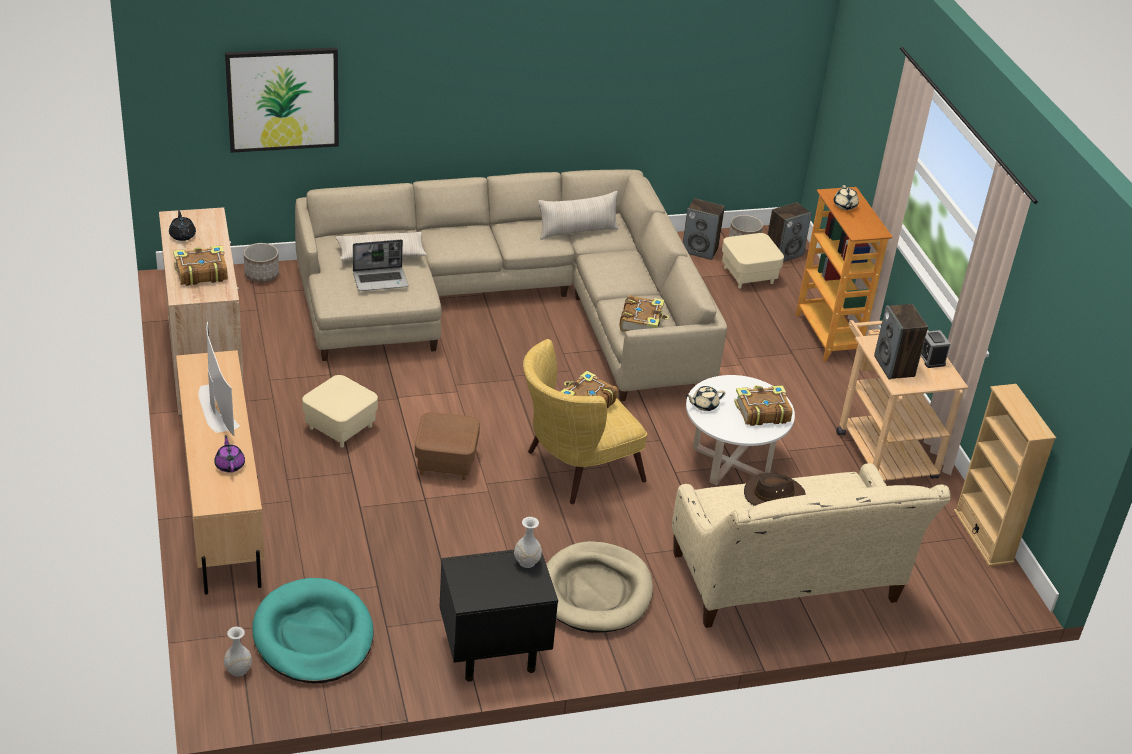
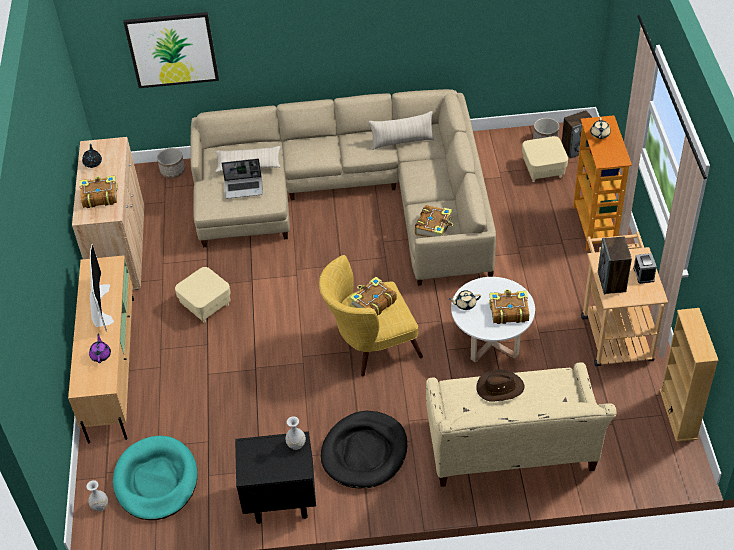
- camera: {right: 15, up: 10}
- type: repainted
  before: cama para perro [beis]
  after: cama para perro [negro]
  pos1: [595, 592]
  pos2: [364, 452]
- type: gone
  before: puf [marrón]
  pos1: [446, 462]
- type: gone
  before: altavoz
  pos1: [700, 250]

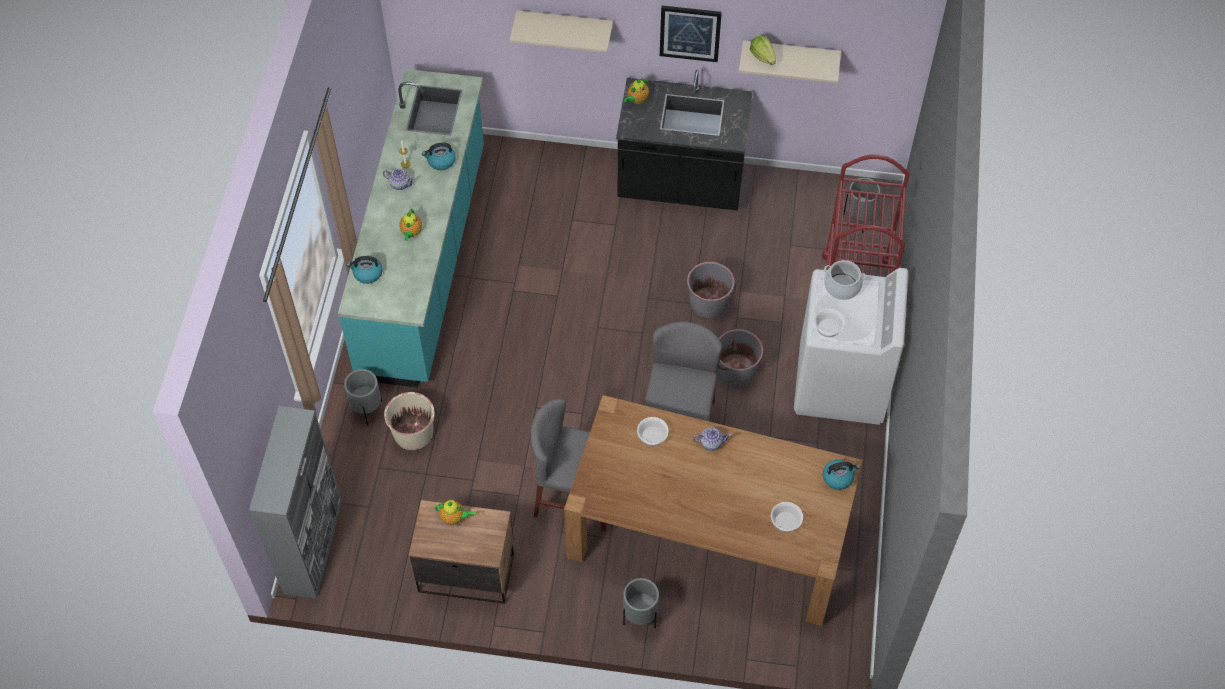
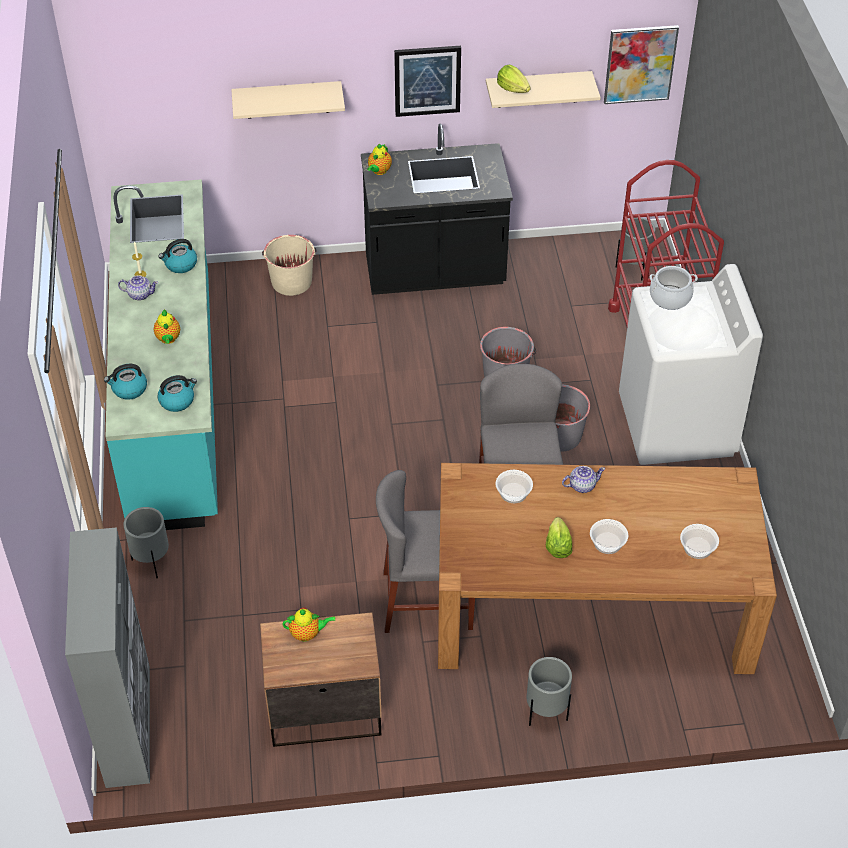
- camera: {right: -15, up: -10}
- type: shifted
  before: hervidor
  pos1: [838, 477]
  pos2: [177, 401]
- type: shifted
  before: cubo [beis]
  pos1: [413, 432]
  pos2: [291, 282]
- type: new
  after: lechuga
  pos2: [557, 546]
- type: shifted
  before: cuenco
  pos1: [827, 328]
  pos2: [607, 543]
- type: new
  after: cuadro
  pos2: [640, 64]

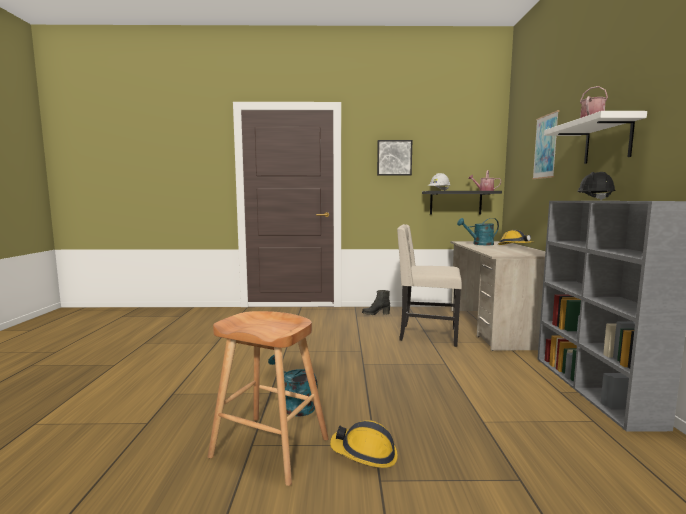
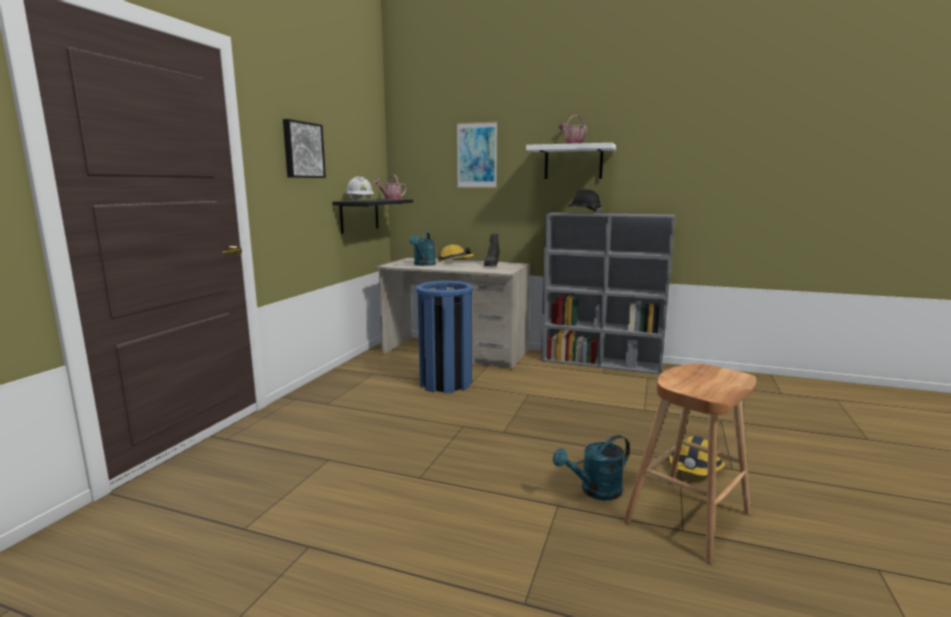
- camera: {right: -70, up: 5}
- type: swapped
  before: silla [beis]
  after: papelera [azul]
  pos1: [427, 335]
  pos2: [445, 383]
- type: shifted
  before: bota [negro]
  pos1: [375, 314]
  pos2: [491, 265]

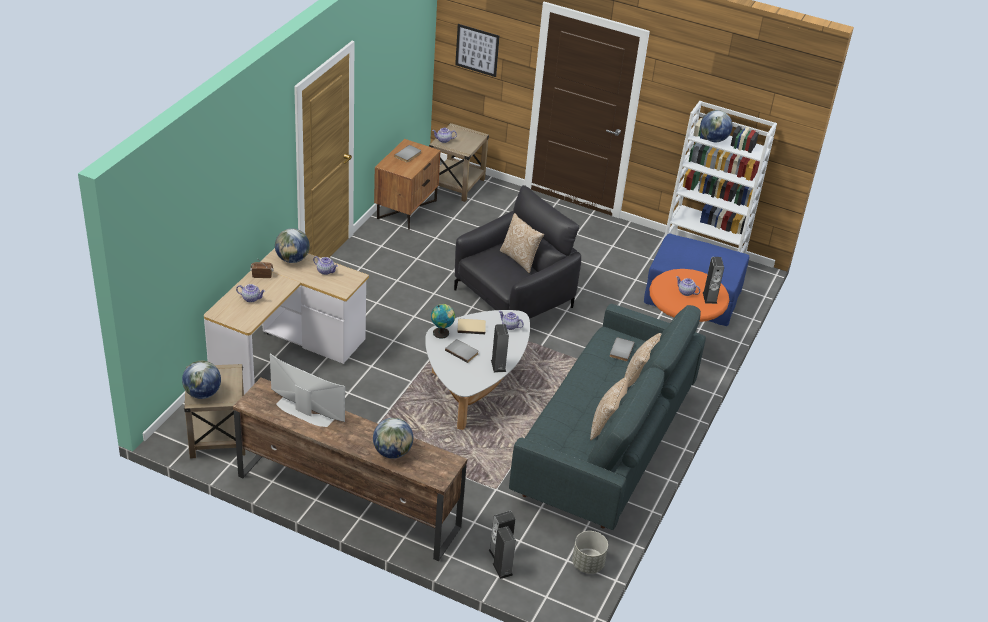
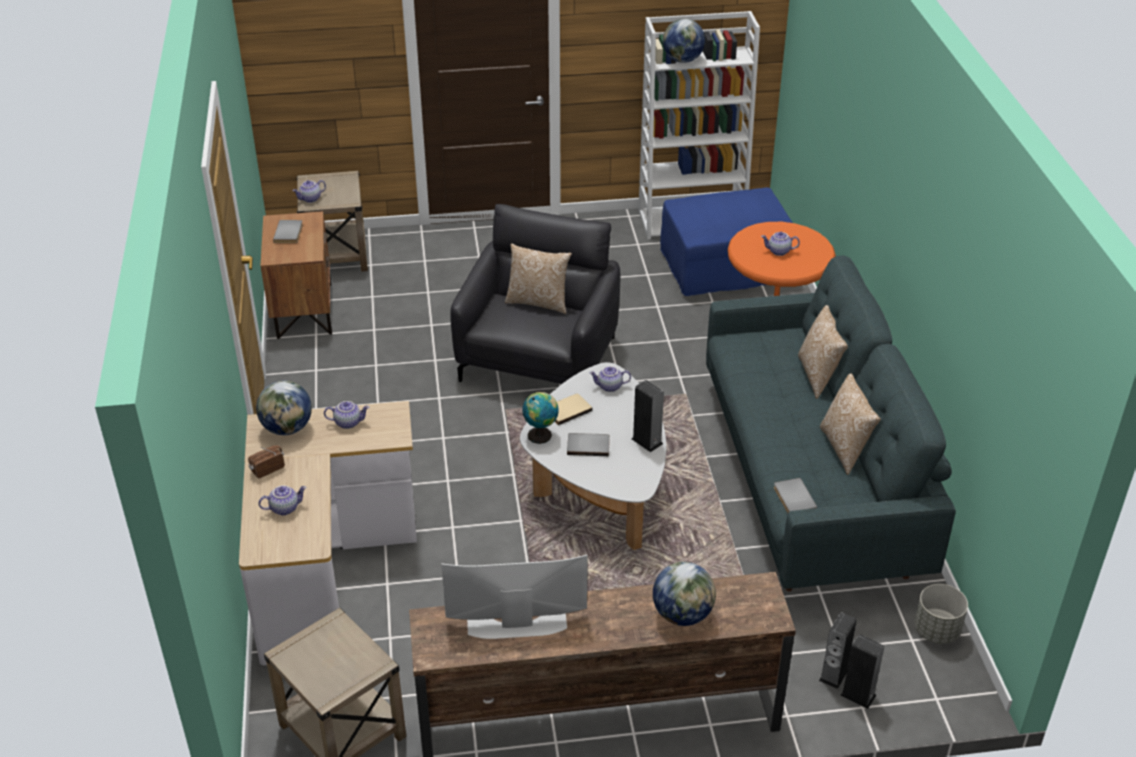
- camera: {right: -30, up: 0}
- type: shifted
  before: libro [gris]
  pos1: [620, 350]
  pos2: [793, 499]
- type: gone
  before: globo terráqueo
  pos1: [202, 393]
- type: gone
  before: cuadro
  pos1: [477, 50]
- type: gone
  before: altavoz
  pos1: [709, 297]

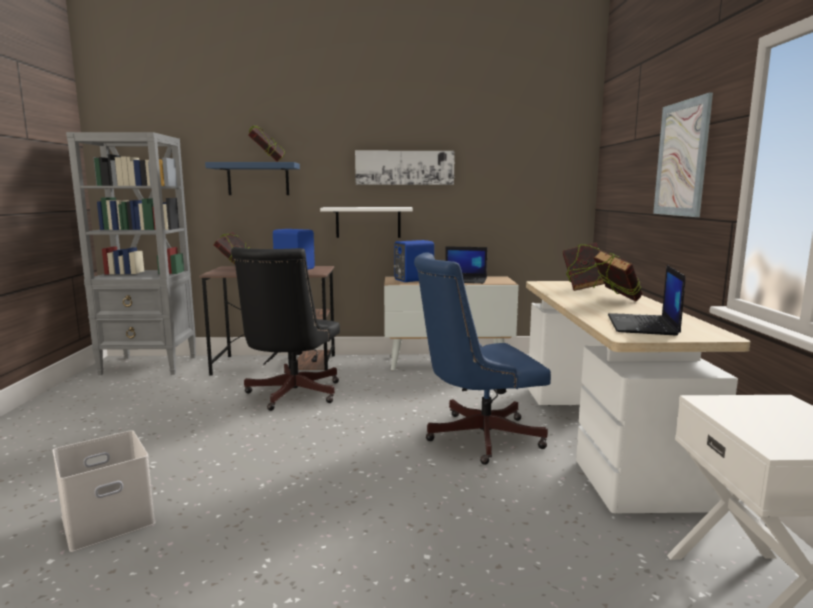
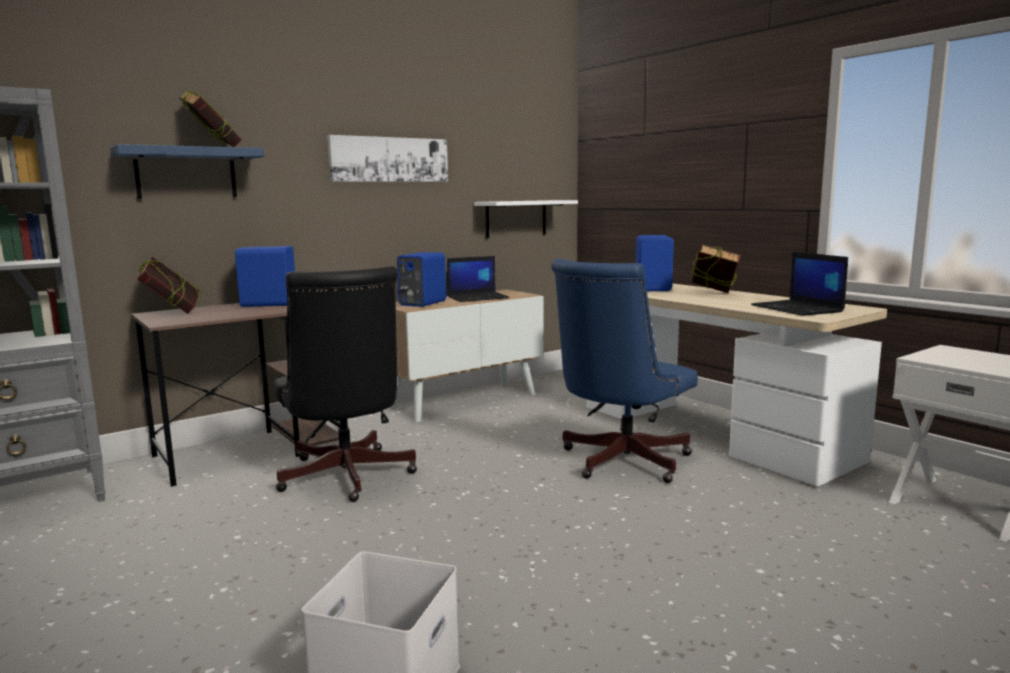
- camera: {right: -35, up: 0}
- type: shifted
  before: estante [blanco]
  pos1: [368, 222]
  pos2: [516, 218]
- type: swapped
  before: libro
  after: altavoz [azul]
  pos1: [583, 288]
  pos2: [654, 288]
- type: gone
  before: cuadro
  pos1: [681, 159]

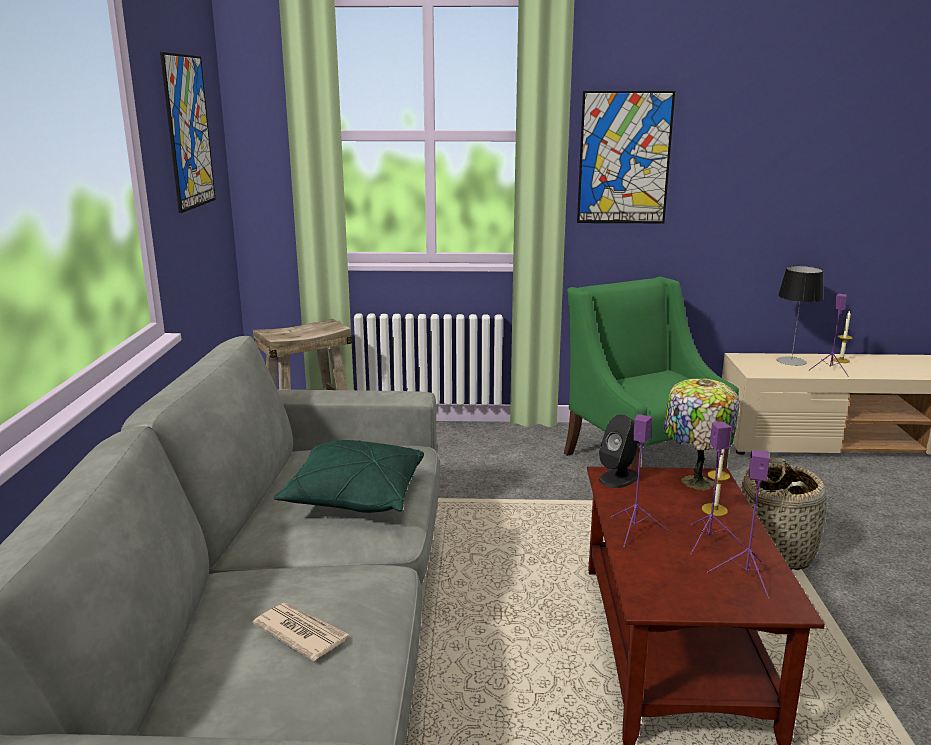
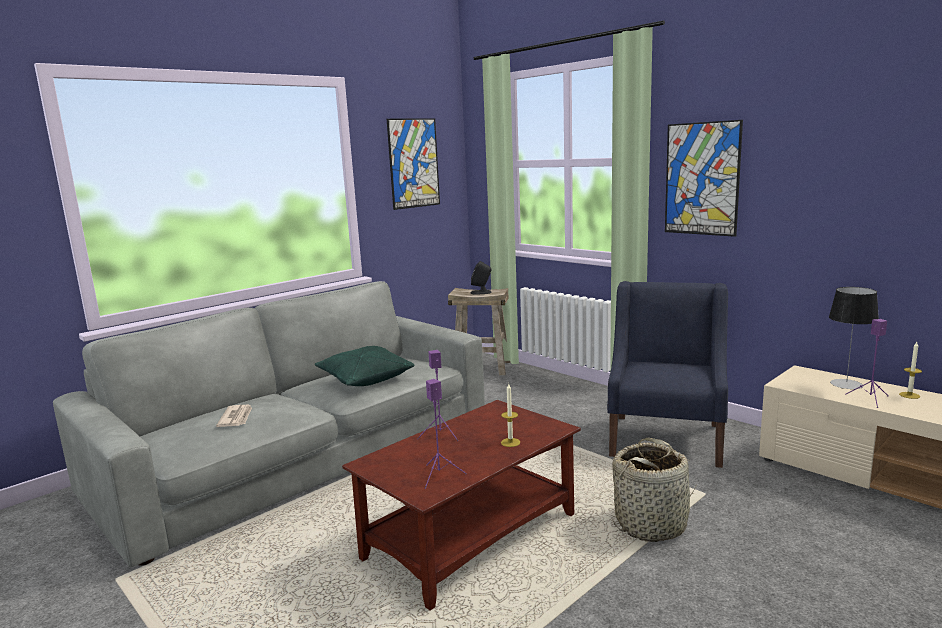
- camera: {right: 45, up: -5}
- type: shifted
  before: altavoz [negro]
  pos1: [619, 478]
  pos2: [481, 292]
- type: repainted
  before: sillón [verde]
  after: sillón [azul]
  pos1: [641, 462]
  pos2: [666, 439]
- type: gone
  before: lámpara de mesa
  pos1: [694, 482]
- type: gone
  before: altavoz [morado]
  pos1: [709, 541]

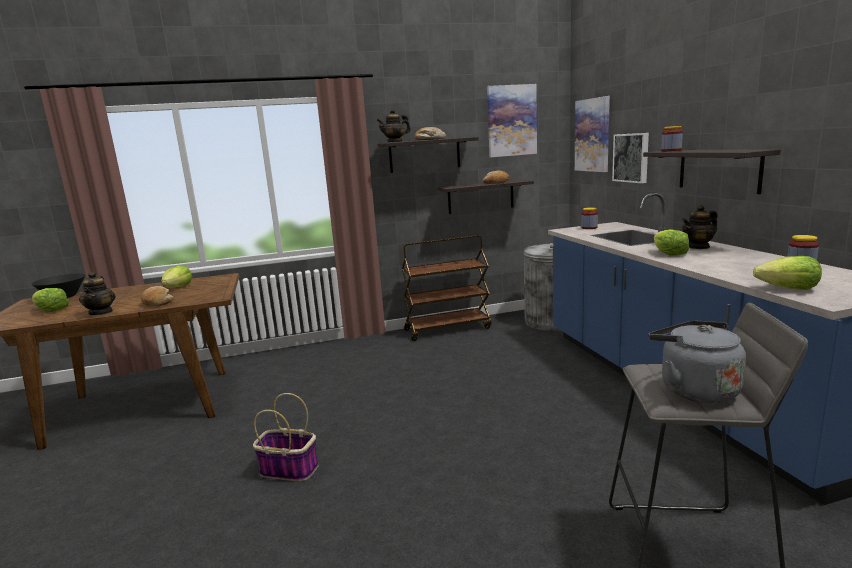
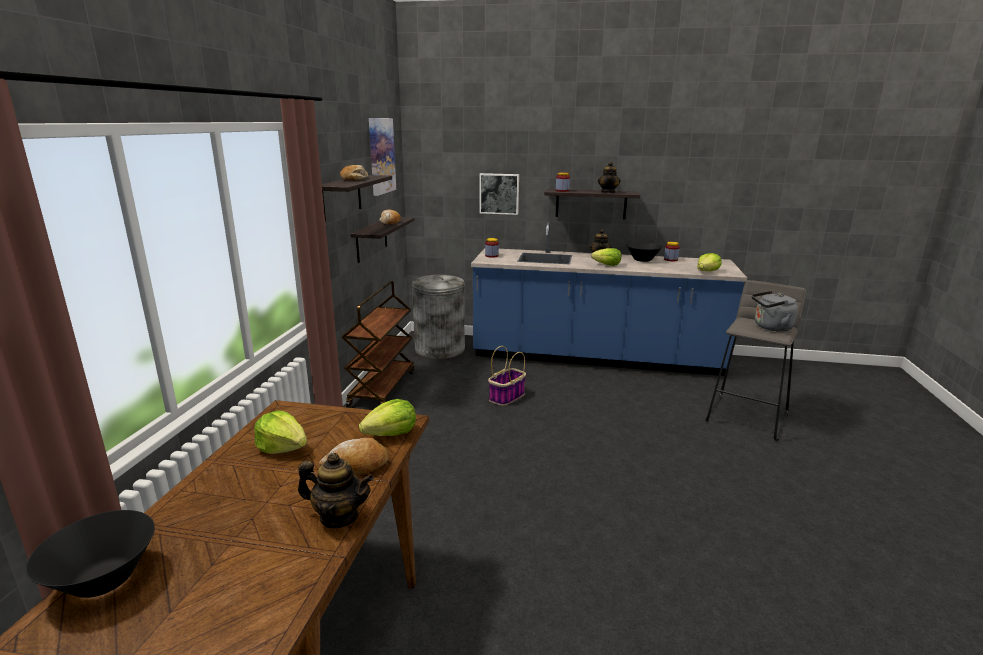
- camera: {right: -65, up: 5}
- type: shifted
  before: lechuga
  pos1: [51, 310]
  pos2: [391, 434]
- type: shifted
  before: cesta
  pos1: [287, 470]
  pos2: [506, 397]
- type: shifted
  before: tetera
  pos1: [395, 142]
  pos2: [608, 192]
- type: new
  after: cuenco [negro]
  pos2: [642, 260]
- type: gone
  before: cuadro
  pos1: [592, 135]

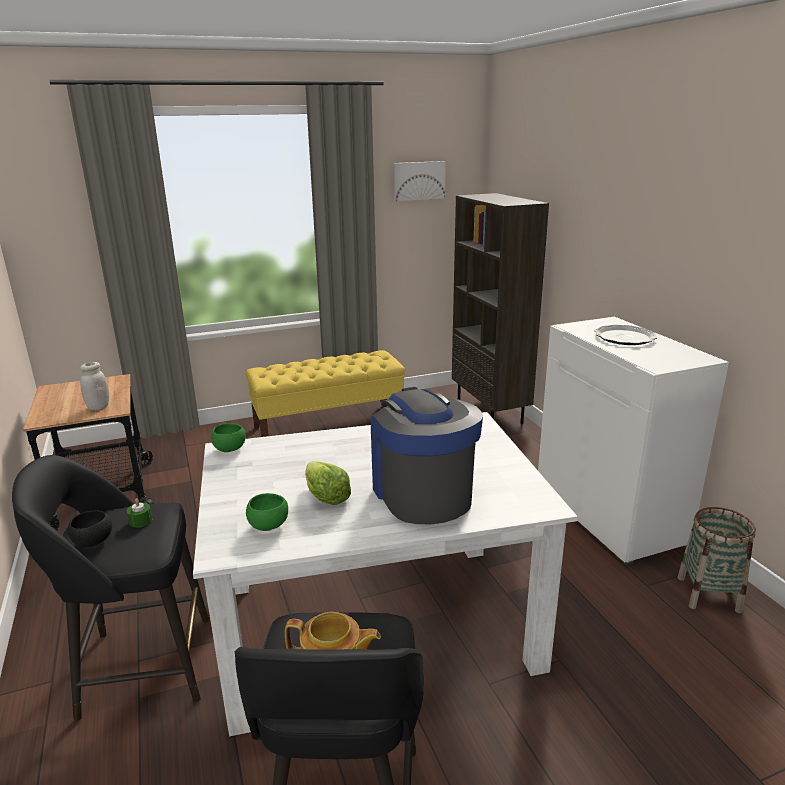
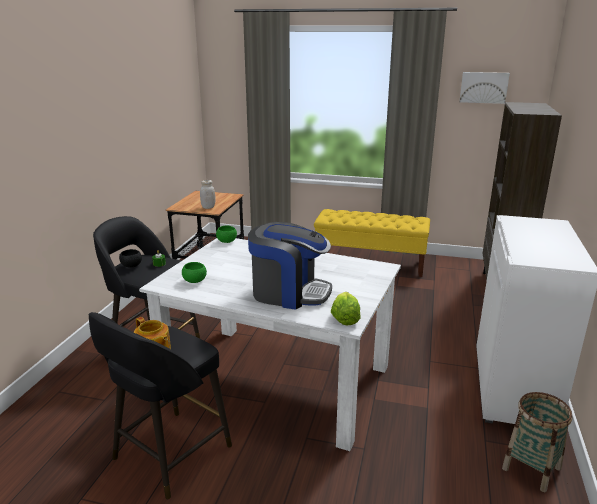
- camera: {right: 35, up: 0}
- type: rotated
  before: cafetera
  pos1: [422, 493]
  pos2: [289, 293]
  turn: 90
- type: shifted
  before: lechuga
  pos1: [326, 496]
  pos2: [344, 318]
- type: gone
  before: plato
  pos1: [624, 338]

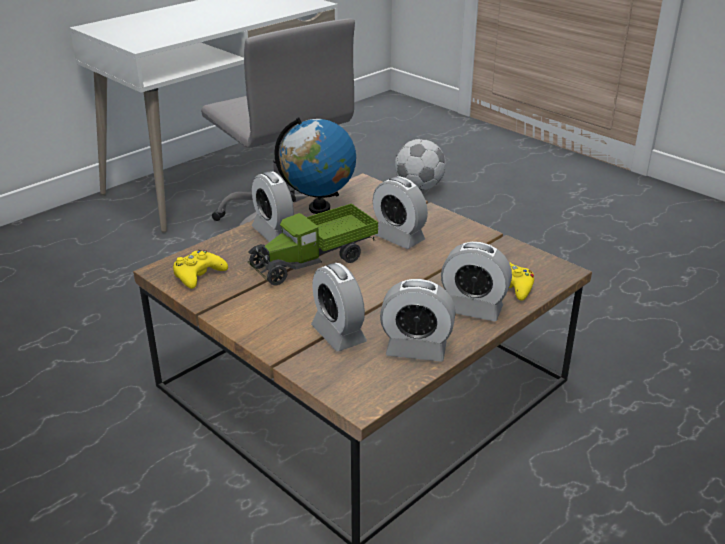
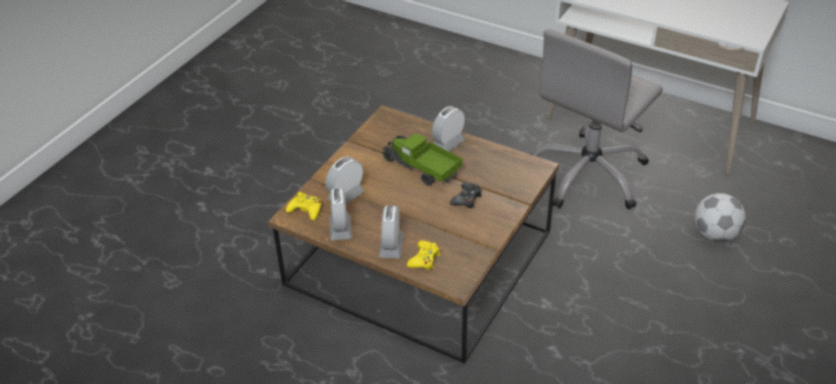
- camera: {right: 75, up: 10}
- type: shifted
  before: mando de consola [amarillo]
  pos1: [198, 275]
  pos2: [306, 210]
- type: swapped
  before: despertador
  after: mando de consola [negro]
  pos1: [398, 238]
  pos2: [467, 199]
- type: gone
  before: globo terráqueo
  pos1: [319, 208]

